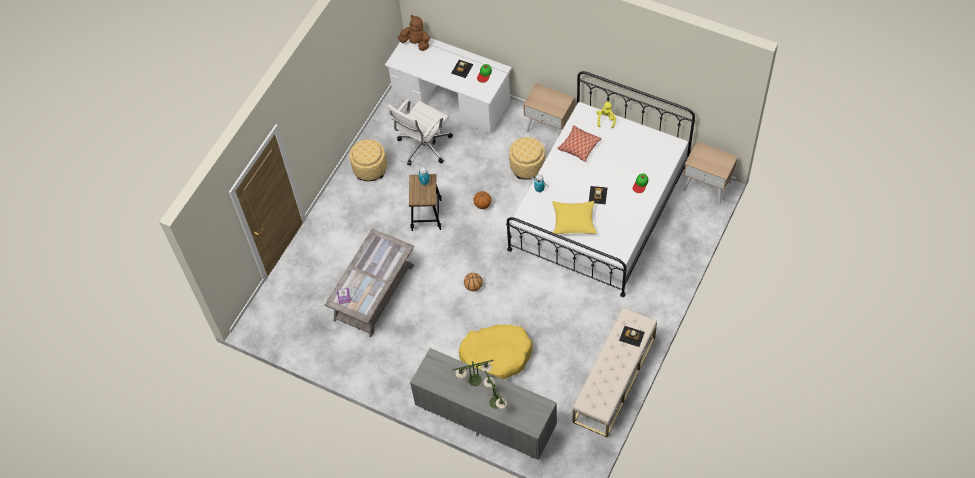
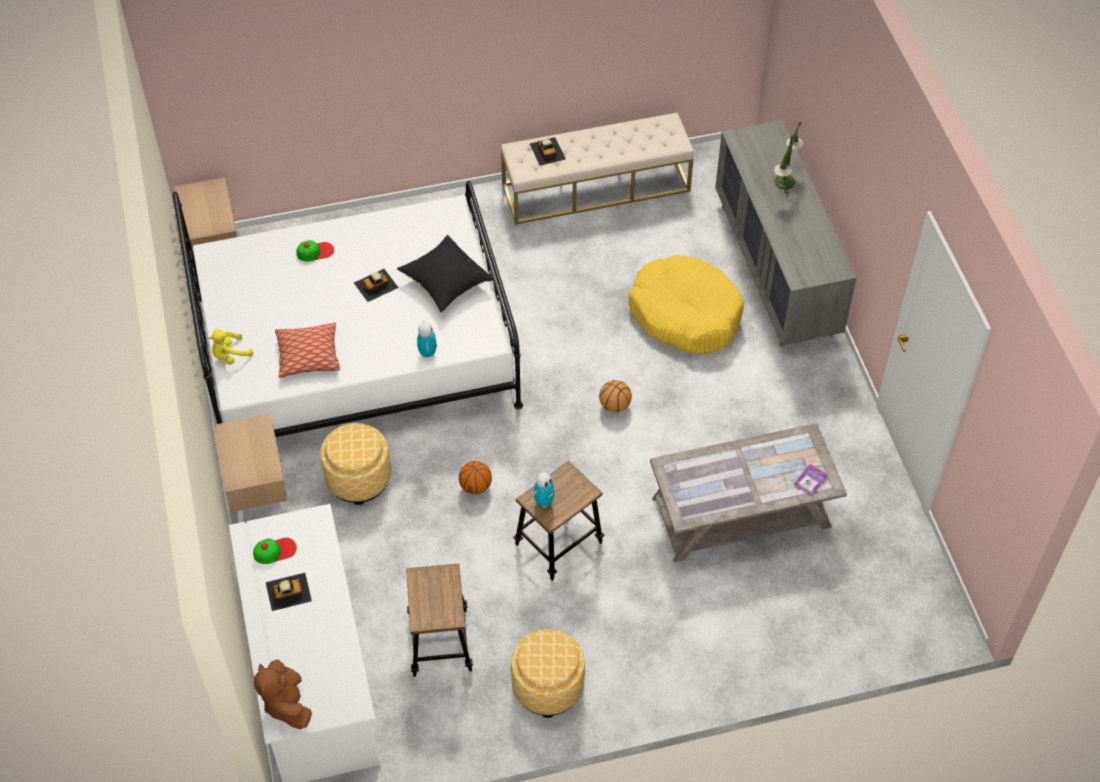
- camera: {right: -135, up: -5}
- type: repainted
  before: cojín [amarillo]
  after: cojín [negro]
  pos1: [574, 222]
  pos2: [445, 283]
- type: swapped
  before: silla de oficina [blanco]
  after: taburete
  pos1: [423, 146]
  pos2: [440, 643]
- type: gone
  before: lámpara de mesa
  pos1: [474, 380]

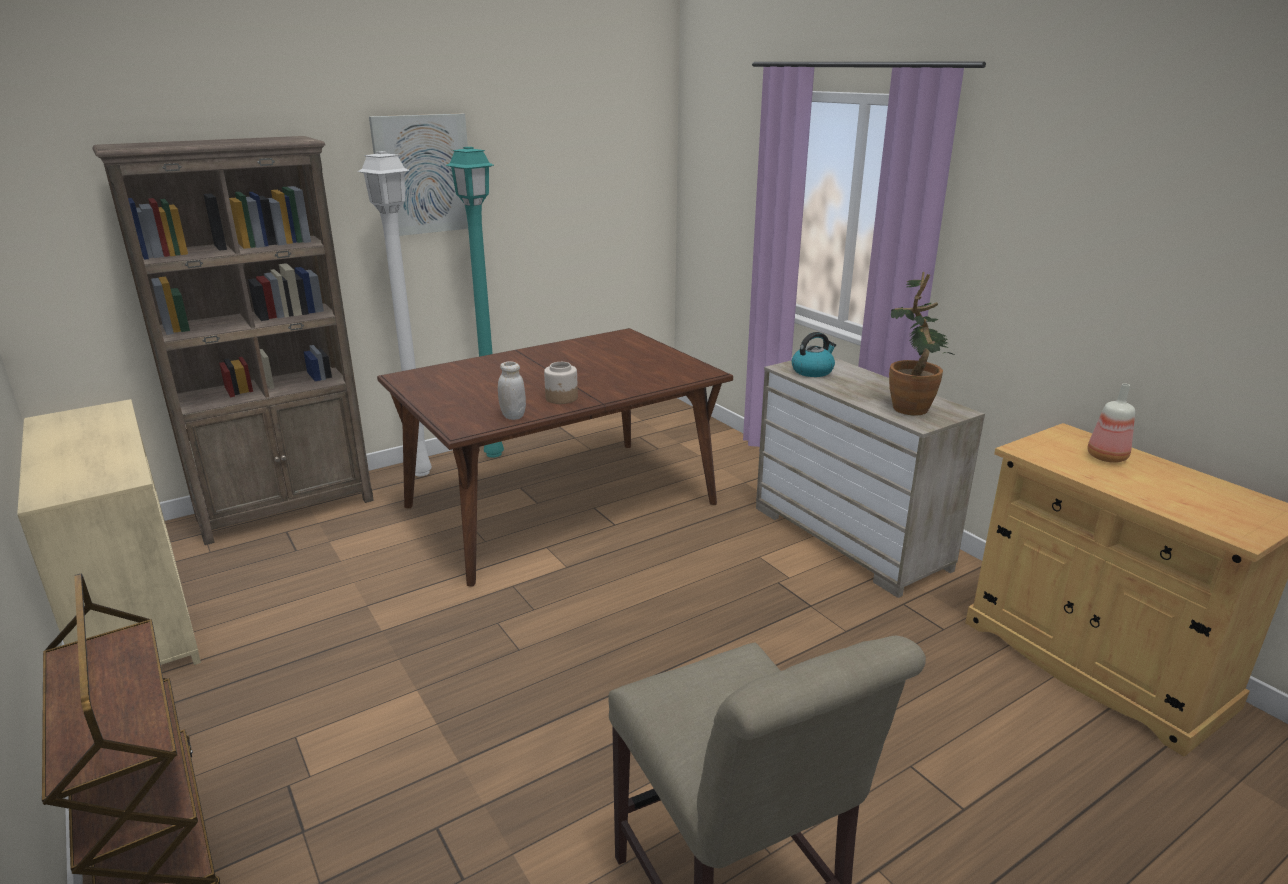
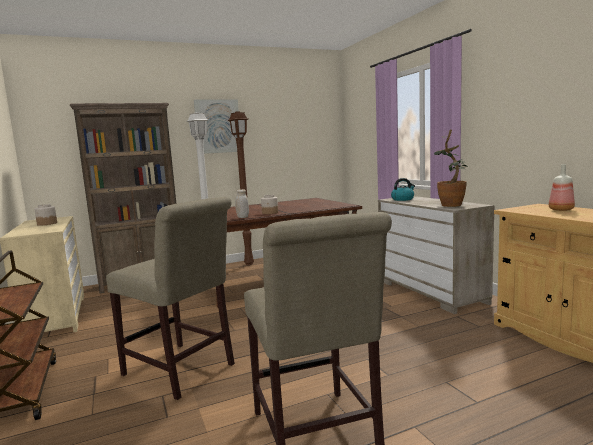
- camera: {right: 10, up: -15}
- type: new
  after: tarro
  pos2: [47, 224]
- type: new
  after: silla [beis]
  pos2: [182, 371]
- type: repainted
  before: lámpara de pie [turquesa]
  after: lámpara de pie [marrón]
  pos1: [494, 453]
  pos2: [249, 263]

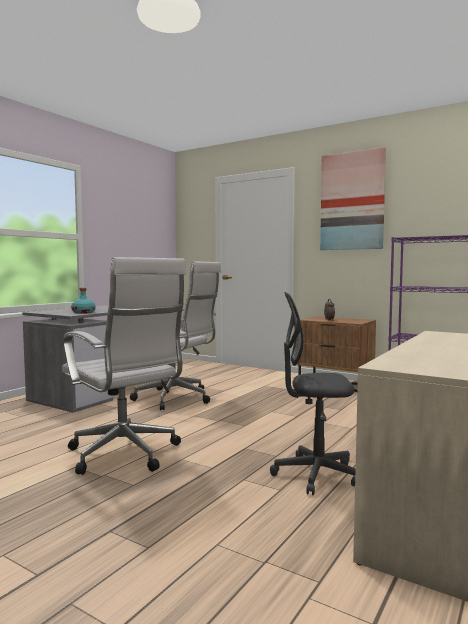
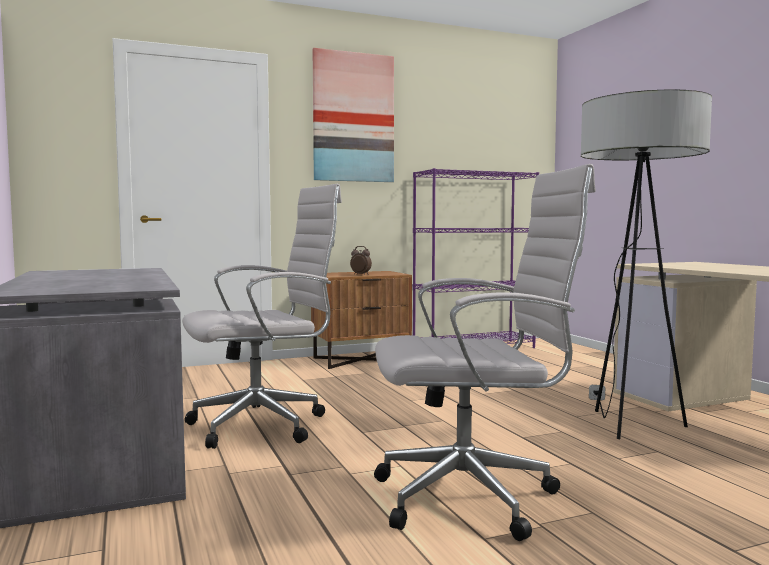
- camera: {right: -55, up: 0}
- type: swapped
  before: silla de oficina [gris]
  after: lámpara de pie
  pos1: [316, 475]
  pos2: [630, 431]
- type: gone
  before: botella [turquesa]
  pos1: [84, 312]

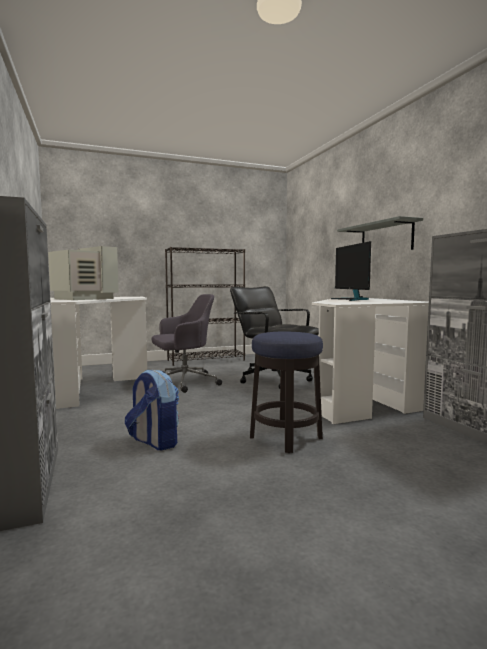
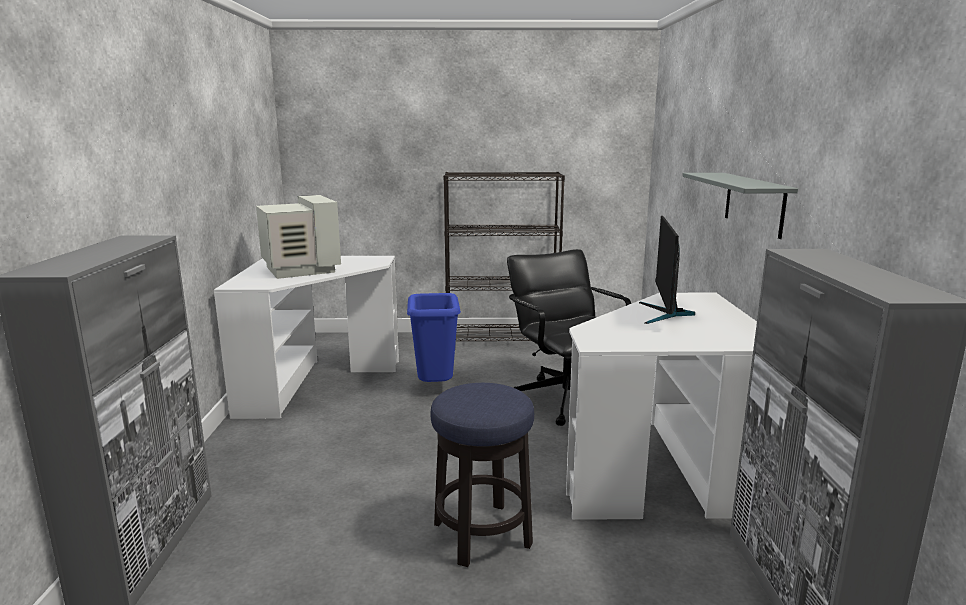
- camera: {right: 20, up: 10}
- type: swapped
  before: silla de oficina [gris]
  after: papelera [azul]
  pos1: [184, 382]
  pos2: [435, 388]
- type: gone
  before: mochila
  pos1: [154, 442]

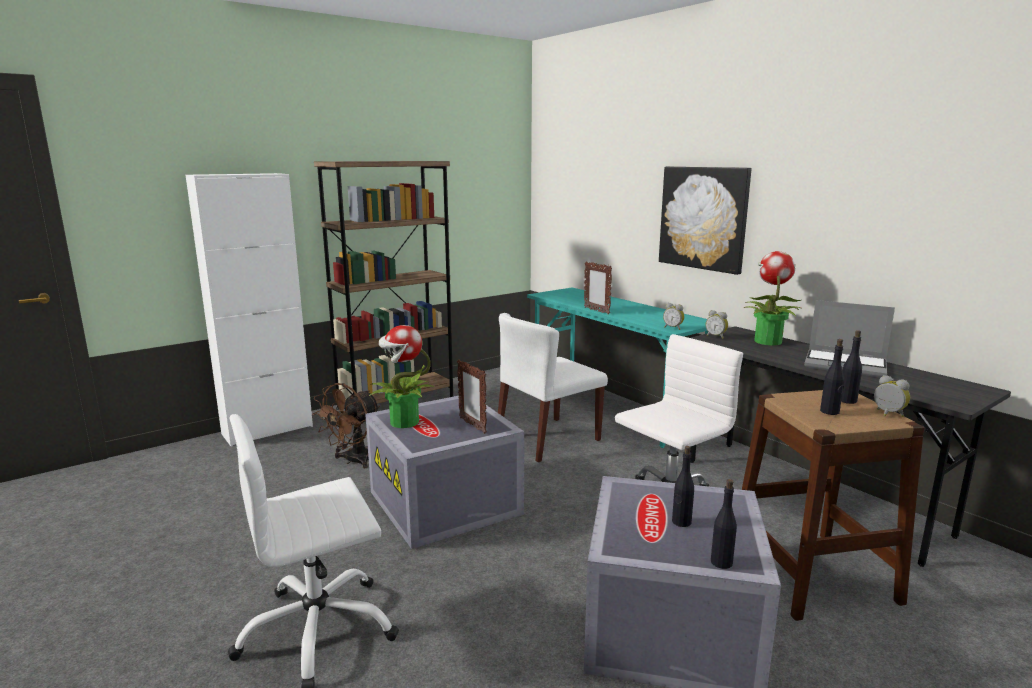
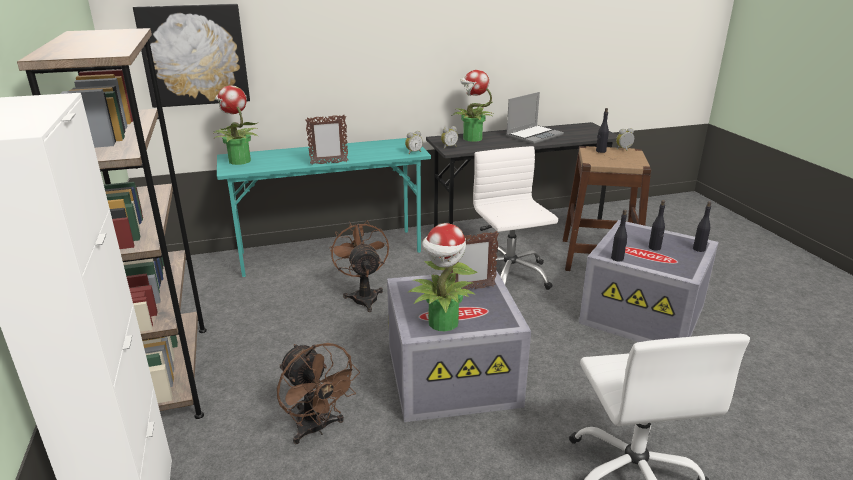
- camera: {right: -70, up: 10}
- type: shifted
  before: cuadro
  pos1: [703, 218]
  pos2: [194, 55]
- type: new
  after: planta en maceta
  pos2: [239, 161]
- type: swapped
  before: silla [blanco]
  after: ventilador [marrón]
  pos1: [547, 439]
  pos2: [363, 296]
- type: shifted
  before: botella [negro]
  pos1: [829, 412]
  pos2: [617, 258]

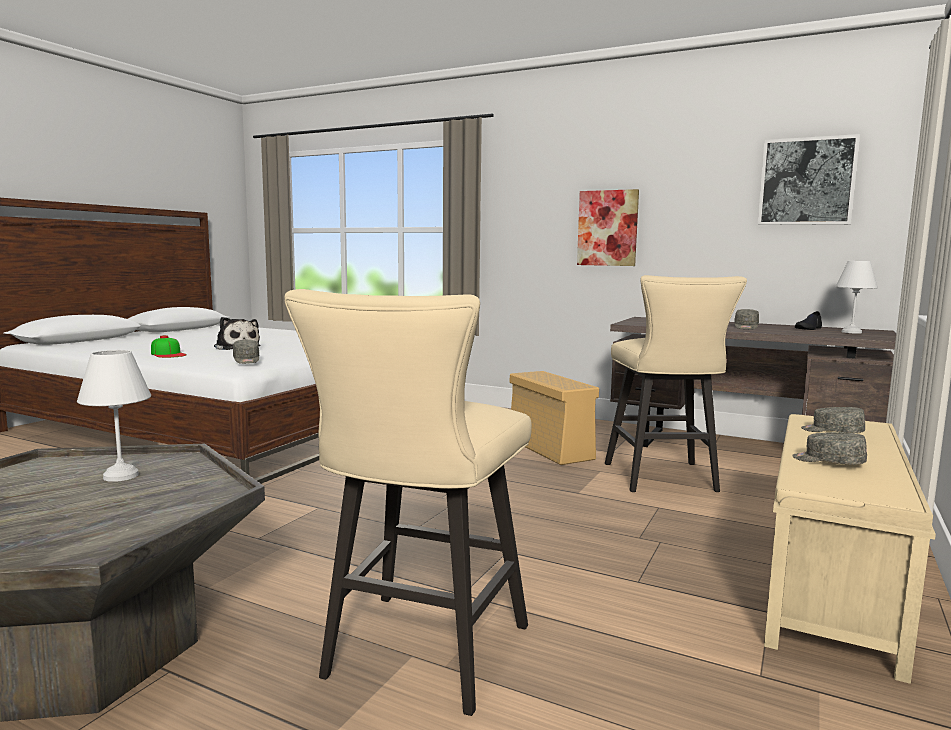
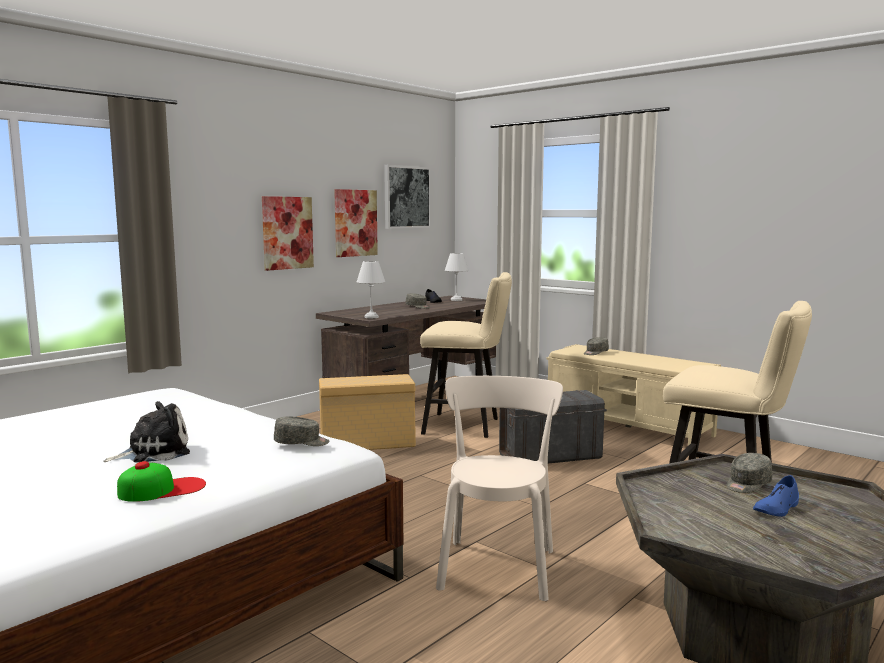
- camera: {right: -75, up: 0}
- type: new
  after: cuadro
  pos2: [355, 223]
- type: shifted
  before: lámpara de mesa [blanco]
  pos1: [123, 476]
  pos2: [371, 317]
- type: new
  after: silla [beis]
  pos2: [498, 565]
- type: new
  after: caja de almacenaje [gris]
  pos2: [549, 456]
- type: shifted
  before: gorra [gris]
  pos1: [828, 462]
  pos2: [747, 484]
- type: new
  after: zapato [azul]
  pos2: [777, 508]

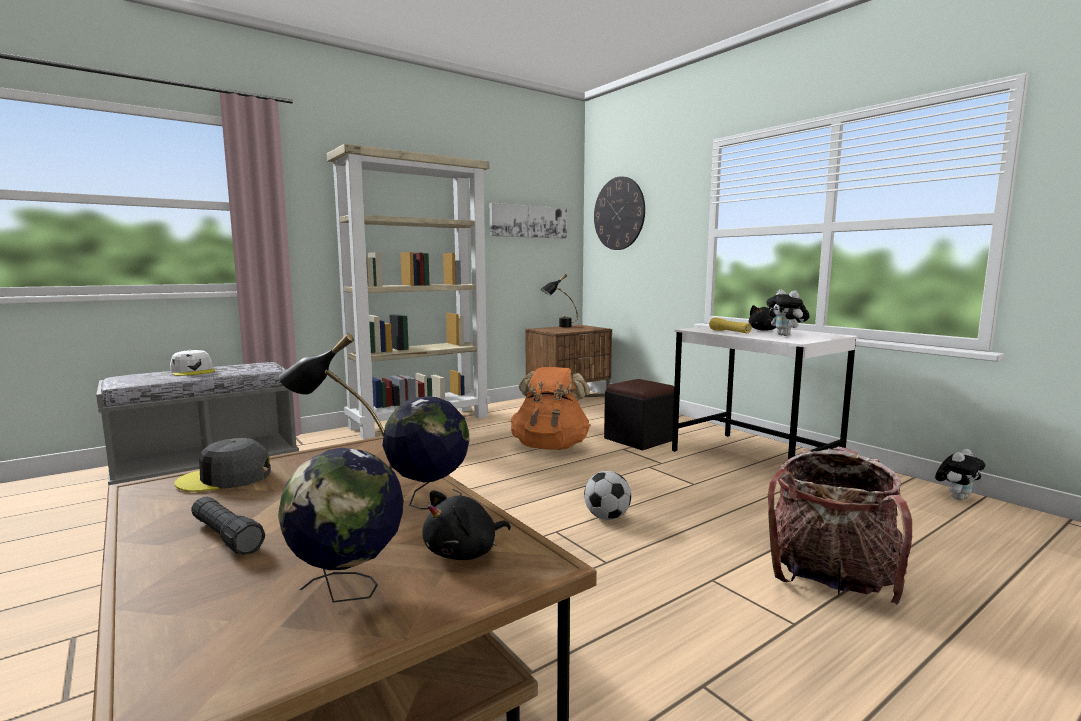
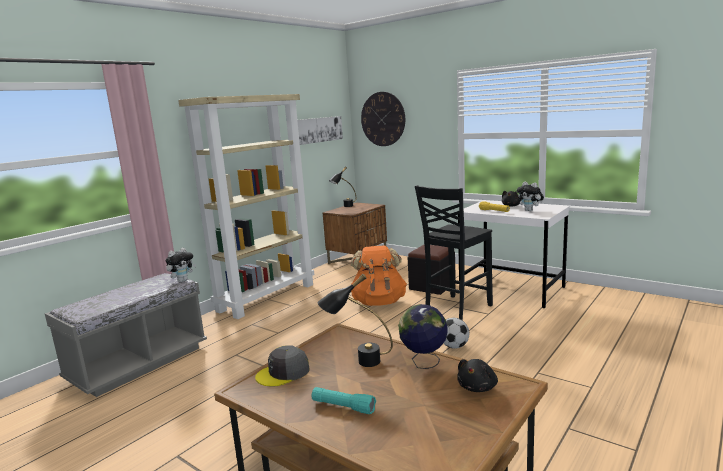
- camera: {right: -15, up: 5}
- type: shifted
  before: peluche
  pos1: [956, 497]
  pos2: [182, 280]
- type: repainted
  before: linterna [negro]
  after: linterna [turquesa]
  pos1: [226, 537]
  pos2: [343, 407]
- type: new
  after: silla [negro]
  pos2: [456, 309]
- type: gone
  before: gorra [blanco]
  pos1: [193, 371]
- type: gone
  before: globo terráqueo
  pos1: [348, 591]
- type: gone
  before: mochila
  pos1: [831, 581]

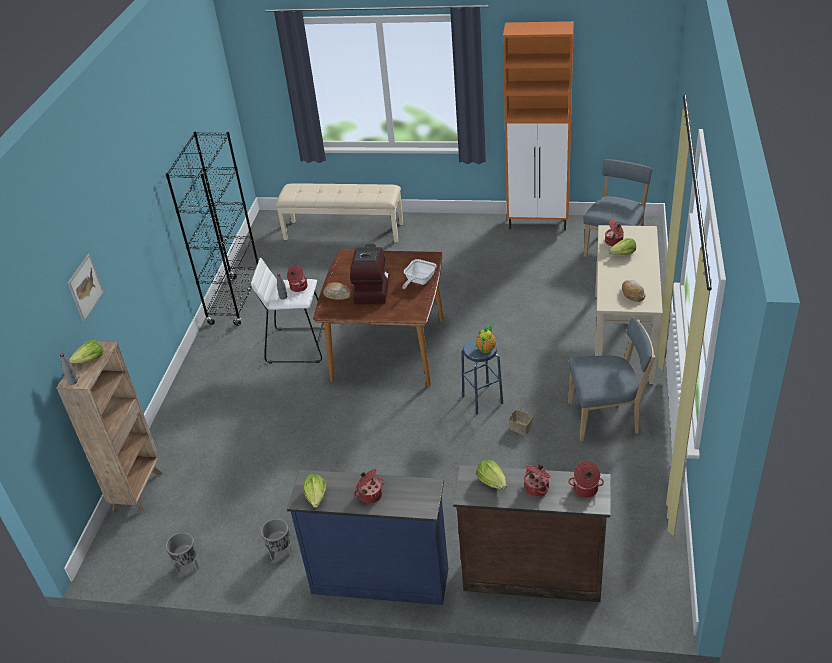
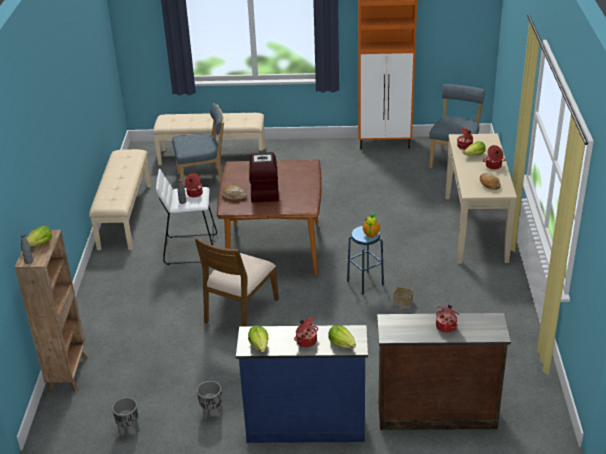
- camera: {right: -10, up: -5}
- type: swapped
  before: estantería [negro]
  after: banco [beis]
  pos1: [235, 301]
  pos2: [124, 216]
- type: shifted
  before: silla [azul]
  pos1: [607, 418]
  pos2: [203, 180]
- type: new
  after: silla [marrón]
  pos2: [240, 310]
- type: shifted
  before: lechuga
  pos1: [492, 481]
  pos2: [342, 343]
- type: shifted
  before: olla
  pos1: [585, 489]
  pos2: [493, 166]
- type: gone
  before: cuadro
  pos1: [85, 287]
- type: gone
  before: sartén
  pos1: [419, 281]

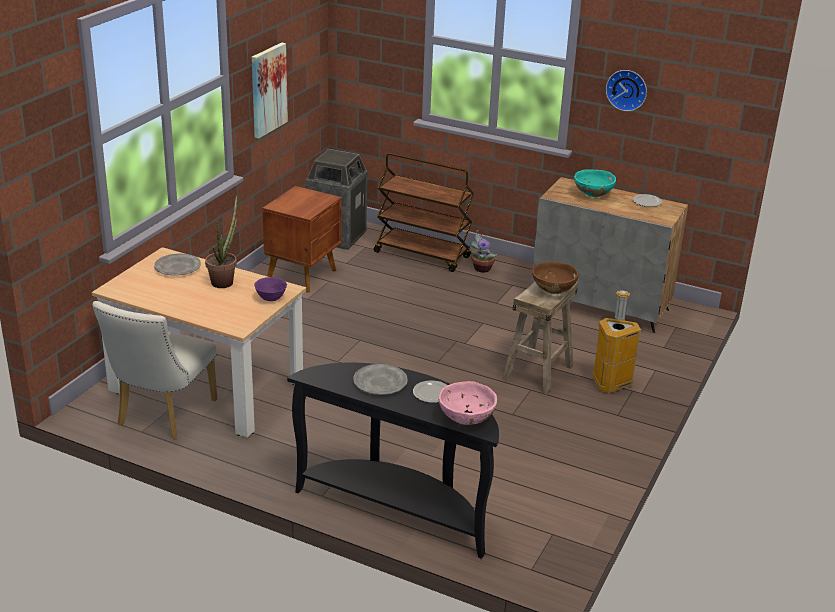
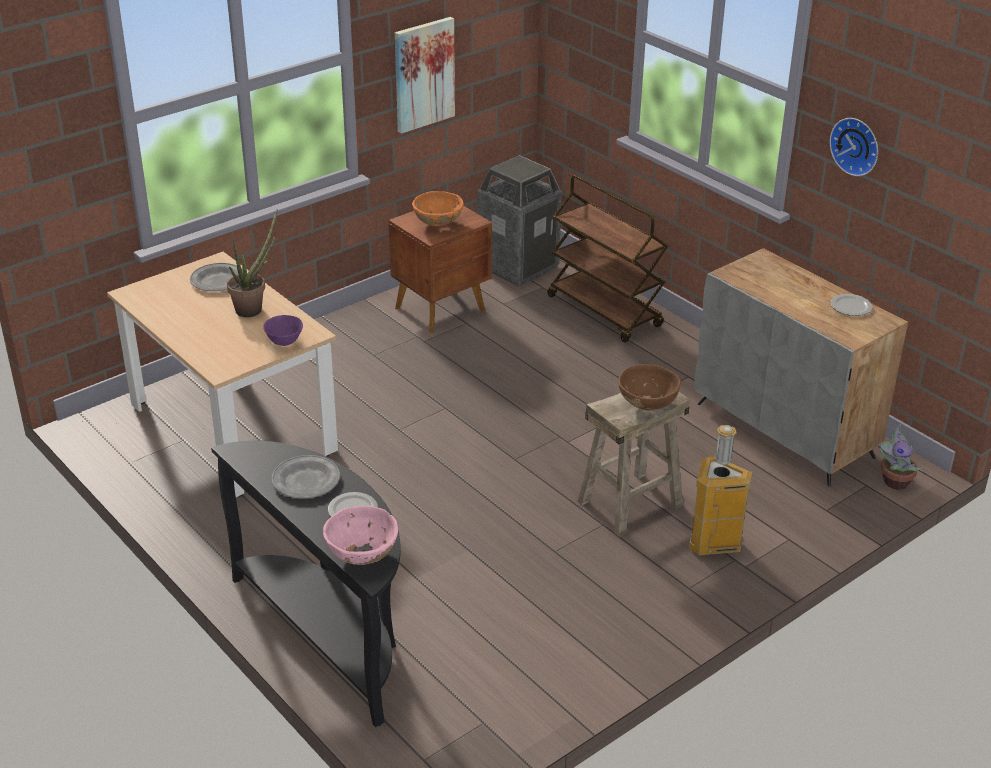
- camera: {right: 25, up: 5}
- type: new
  after: cuenco [naranja]
  pos2: [438, 224]
- type: shifted
  before: planta en maceta
  pos1: [481, 268]
  pos2: [894, 481]
- type: gone
  before: silla [blanco]
  pos1: [162, 416]
- type: gone
  before: cuenco [turquesa]
  pos1: [593, 195]

